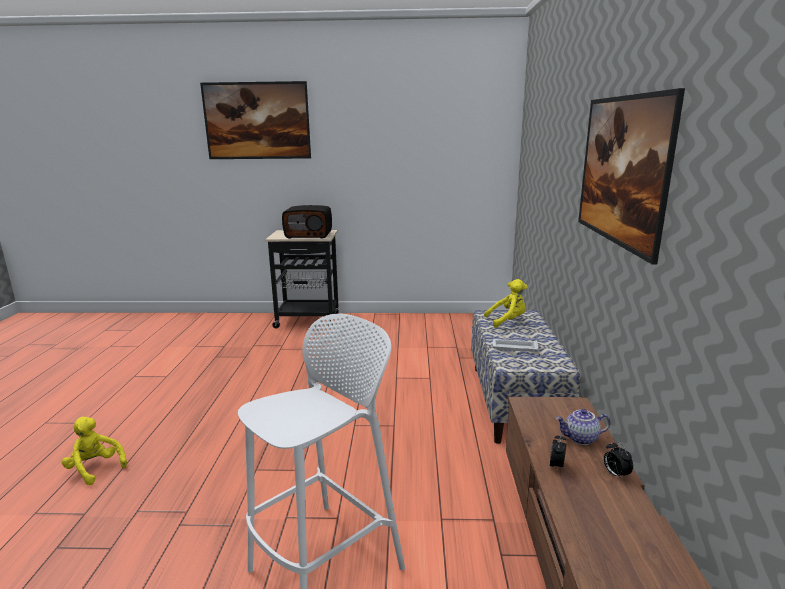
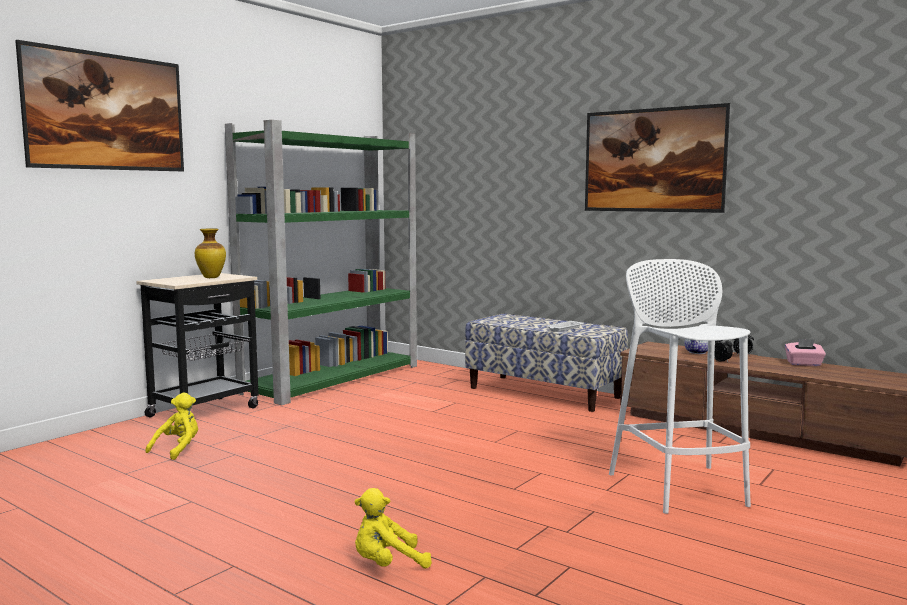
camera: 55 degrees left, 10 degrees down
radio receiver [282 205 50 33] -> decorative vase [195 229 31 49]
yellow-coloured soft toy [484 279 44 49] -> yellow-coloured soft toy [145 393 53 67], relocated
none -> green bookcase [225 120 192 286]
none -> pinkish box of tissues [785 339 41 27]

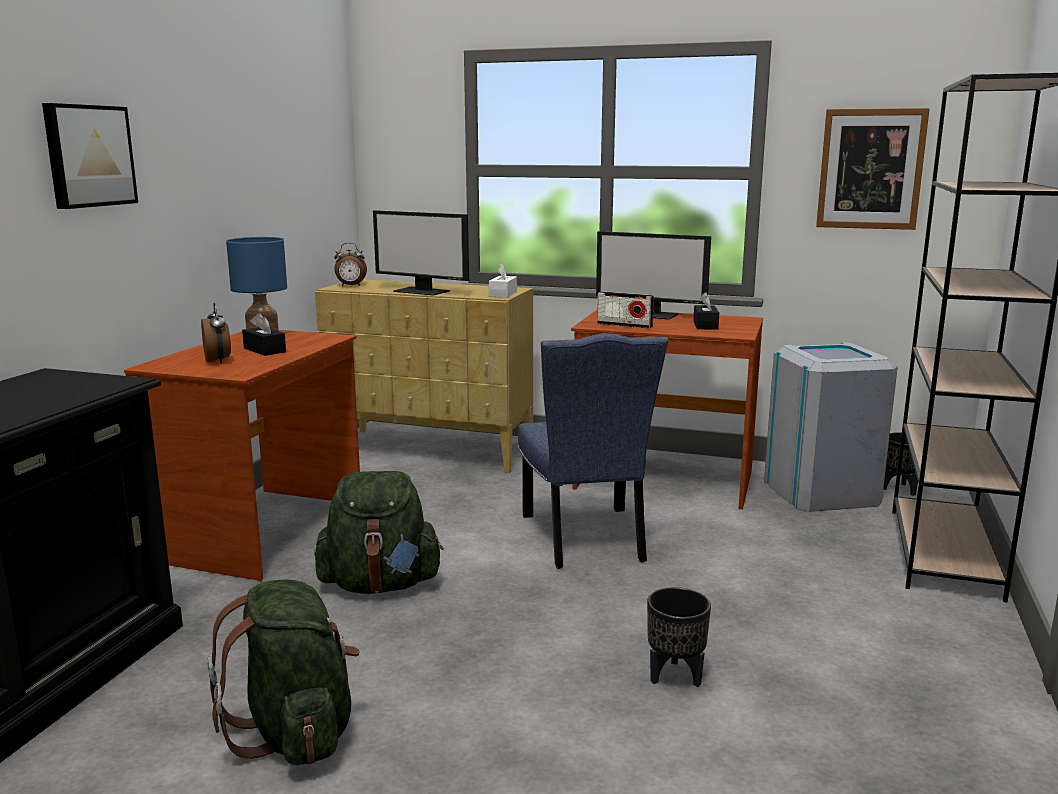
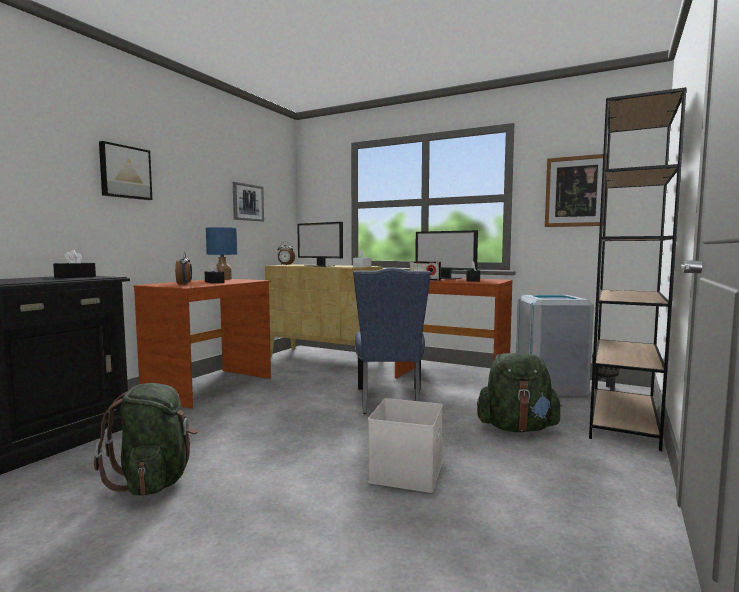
camera: 10 degrees right, 10 degrees down
green backpack [314 471 130 123] -> green backpack [477 353 85 79], relocated
black plant pot [647 587 64 100] -> whitish storage container [368 398 75 95]
none -> black box of tissues [53 250 43 28]
none -> wall art [233 182 31 40]

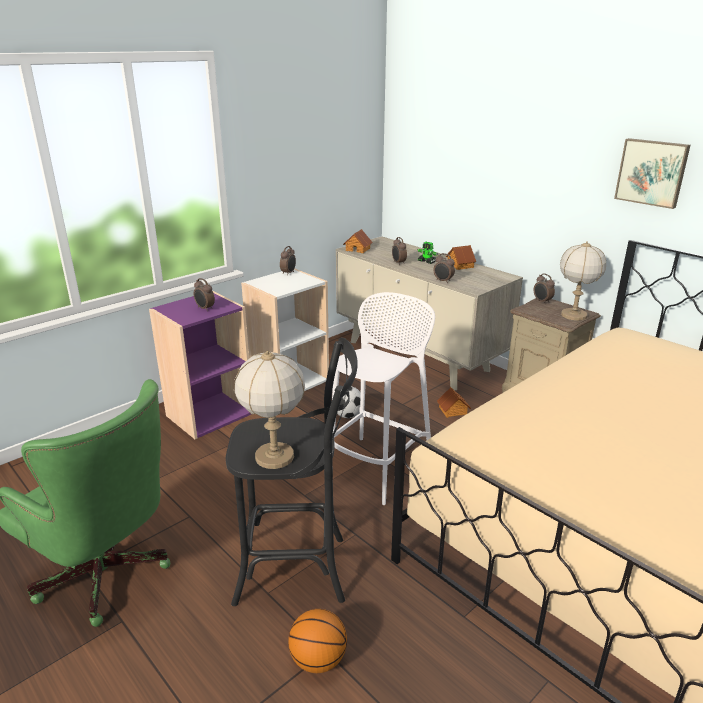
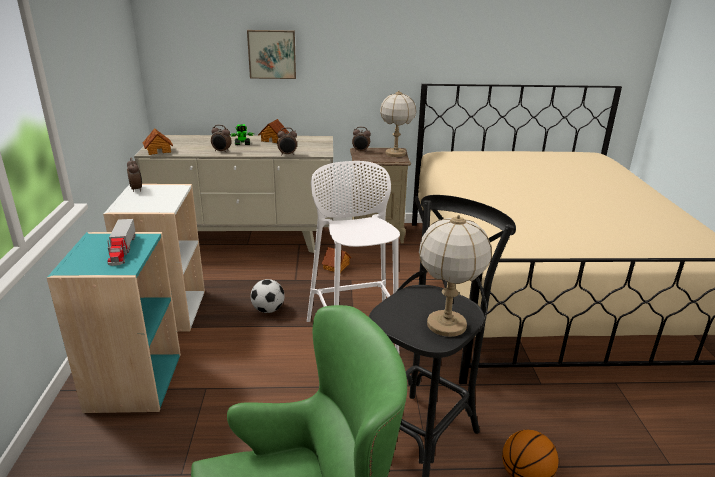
camera: 50 degrees left, 0 degrees up
purplish bookcase [149 291 102 148] -> turquoise-coloured bookcase [47 232 134 181]
alarm clock [194 278 21 33] -> toy truck [107 219 28 47]
wall art [614 138 77 71] -> wall art [247 30 49 49], relocated

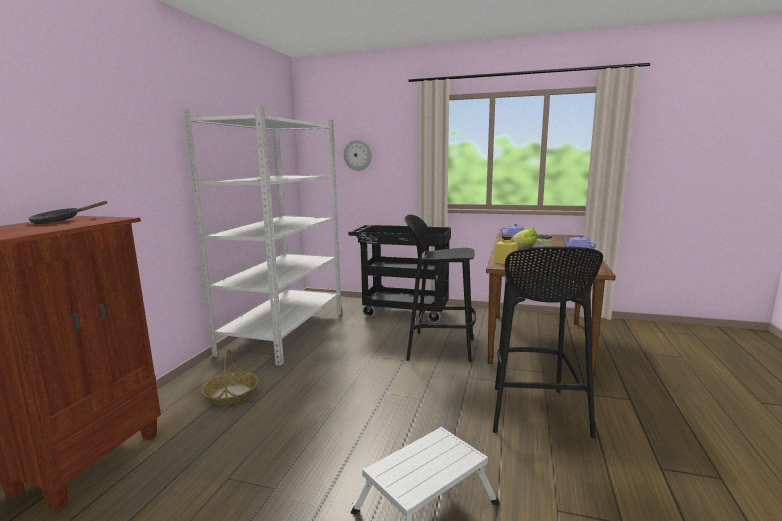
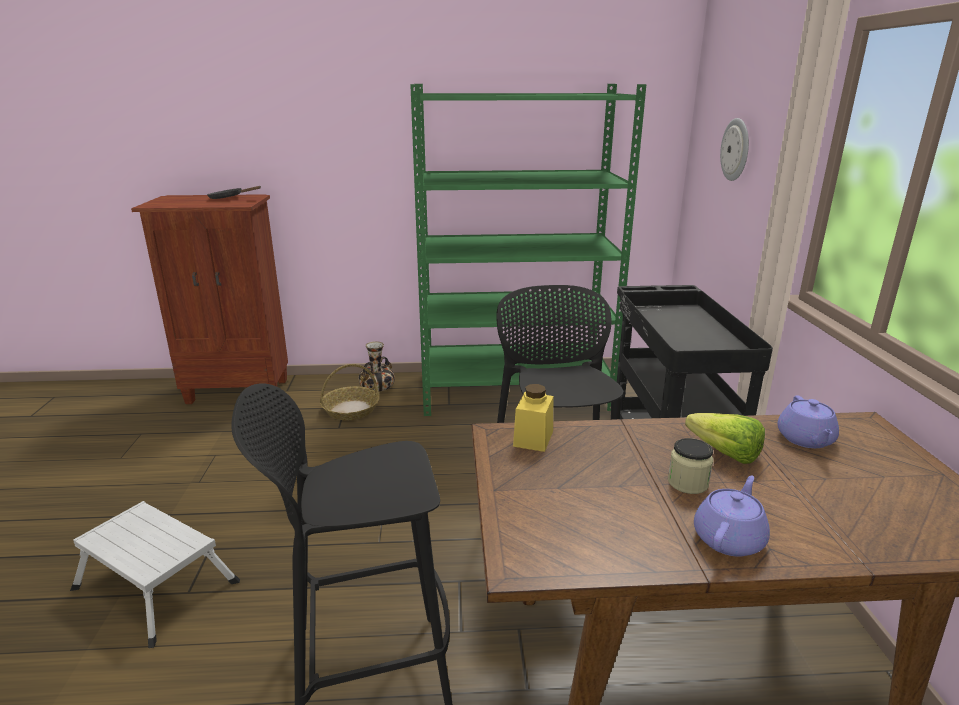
camera: 70 degrees right, 10 degrees up
whitish bookcase [183 106 159 260] -> green bookcase [410 84 237 332]
none -> decorative vase [359 341 36 50]

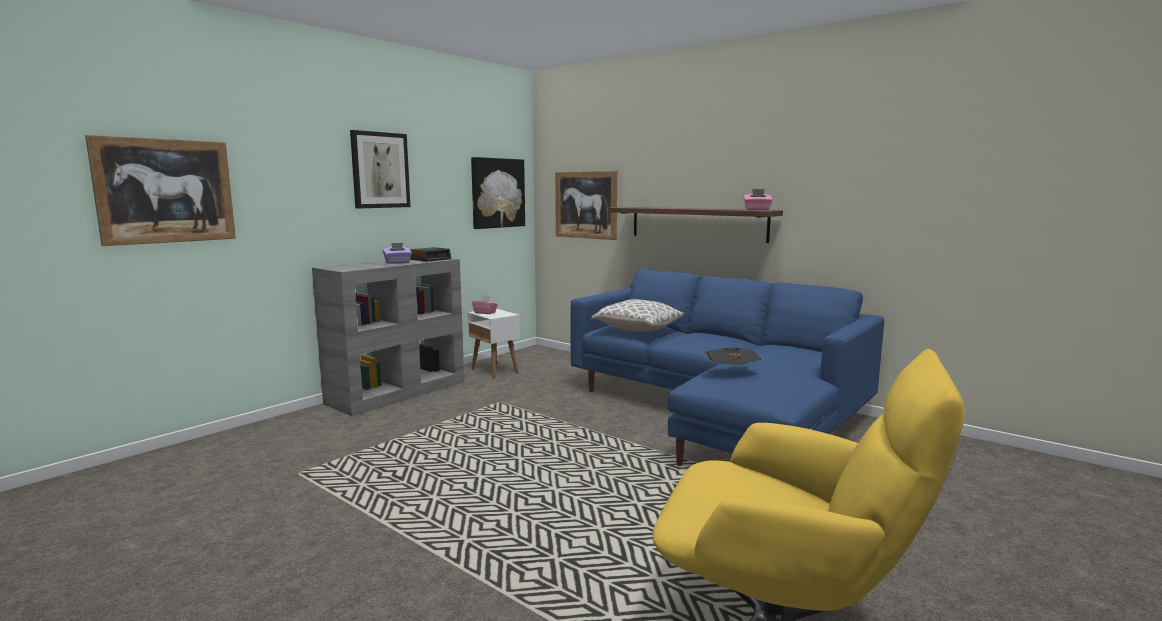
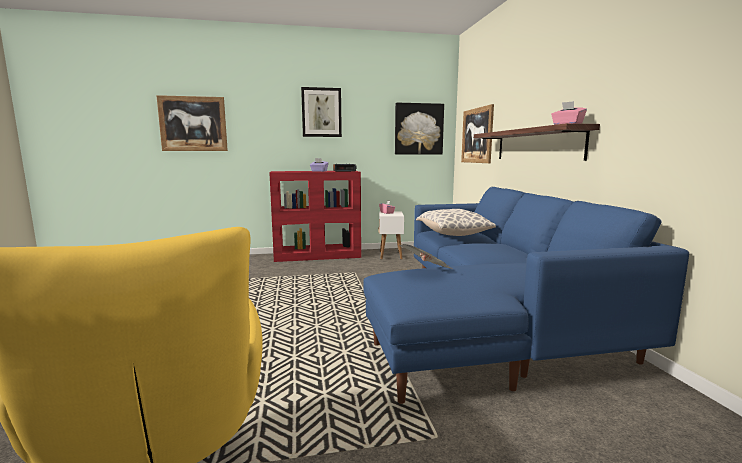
camera: 40 degrees right, 0 degrees up
grey bookcase [312 258 152 158] -> red-coloured bookcase [269 171 92 91]

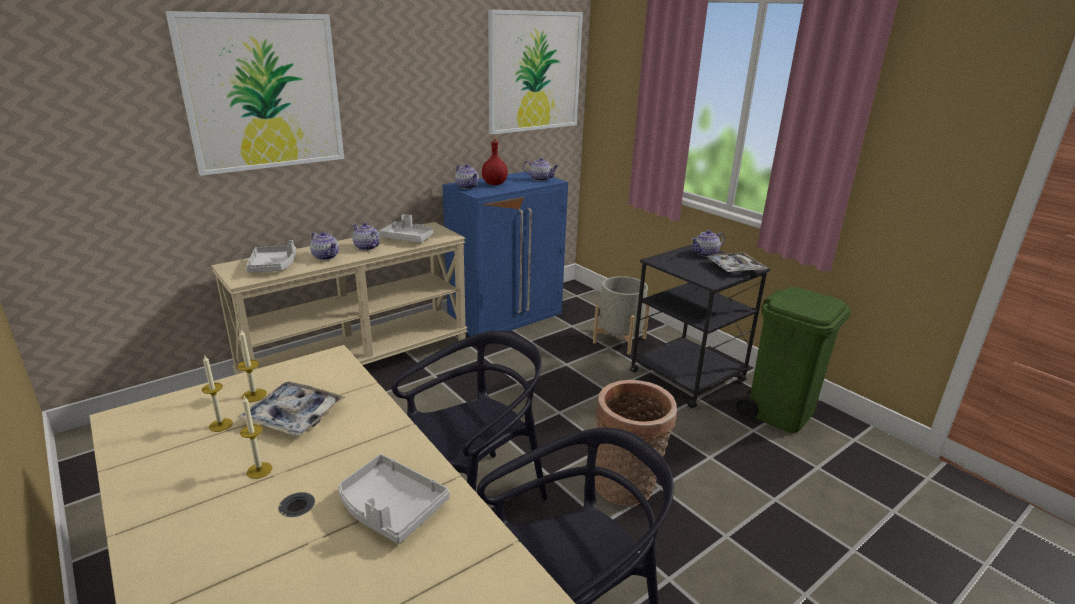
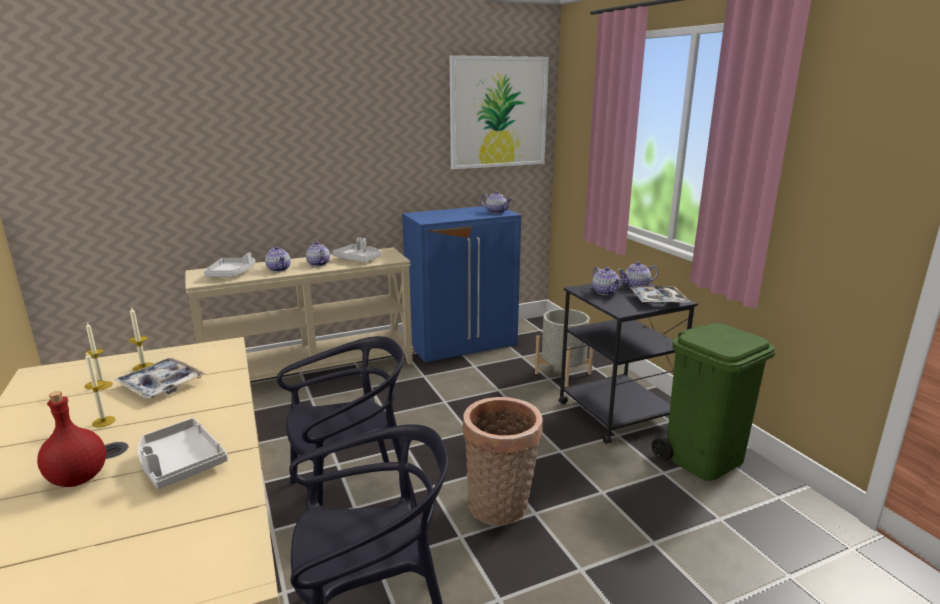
camera: 15 degrees right, 5 degrees down
wall art [165 11 179 165] -> none
pot for tea [455 164 24 25] -> pot for tea [592 267 29 28], relocated
red-coloured bottle [482 138 26 47] -> red-coloured bottle [37 391 69 96], relocated

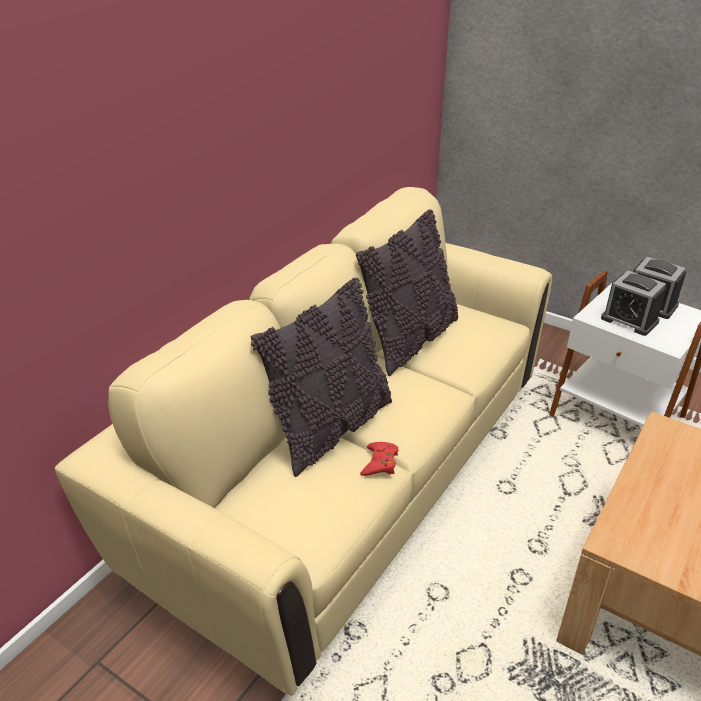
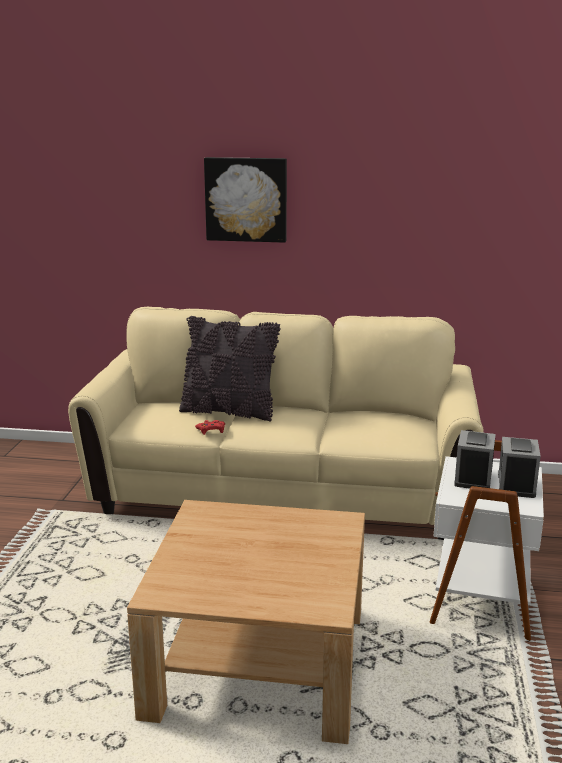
camera: 65 degrees right, 15 degrees down
black cushion [356 209 102 167] -> none
none -> wall art [204 157 83 86]

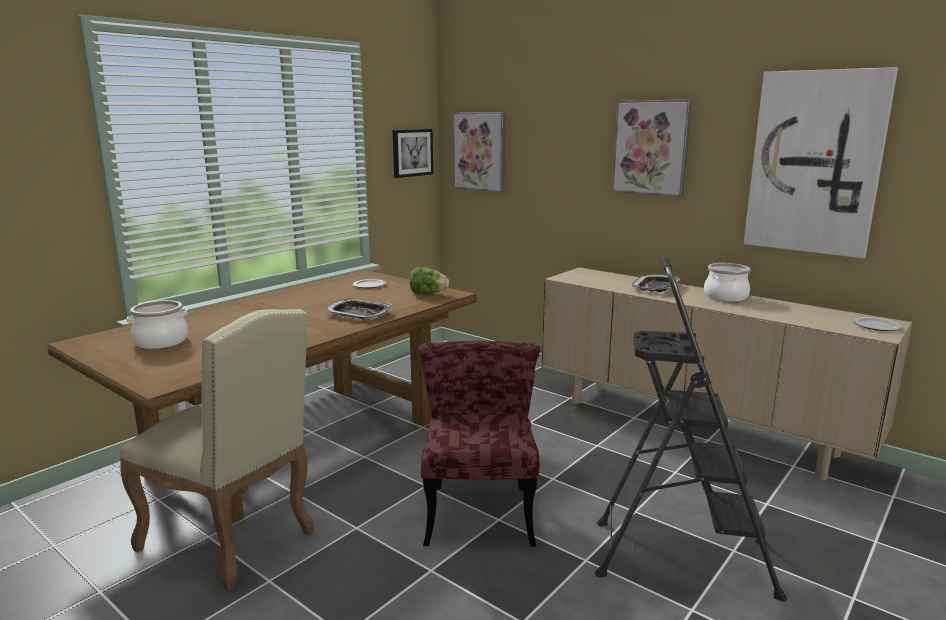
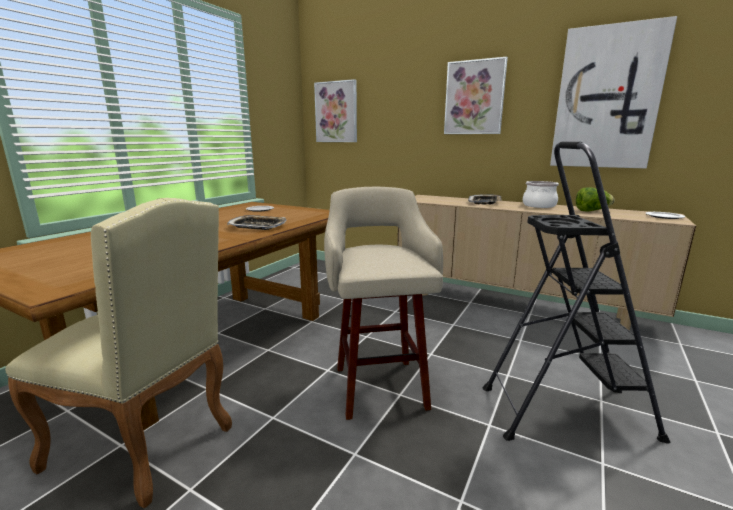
camera: 10 degrees left, 0 degrees up
cooking pot [127 300 61 49] -> none
wall art [393 129 40 49] -> none
head of lettuce [410 267 39 28] -> head of lettuce [576 187 38 24], relocated
red-coloured upright chair [418 341 122 206] -> sand-coloured sitting stool [324 187 119 233]

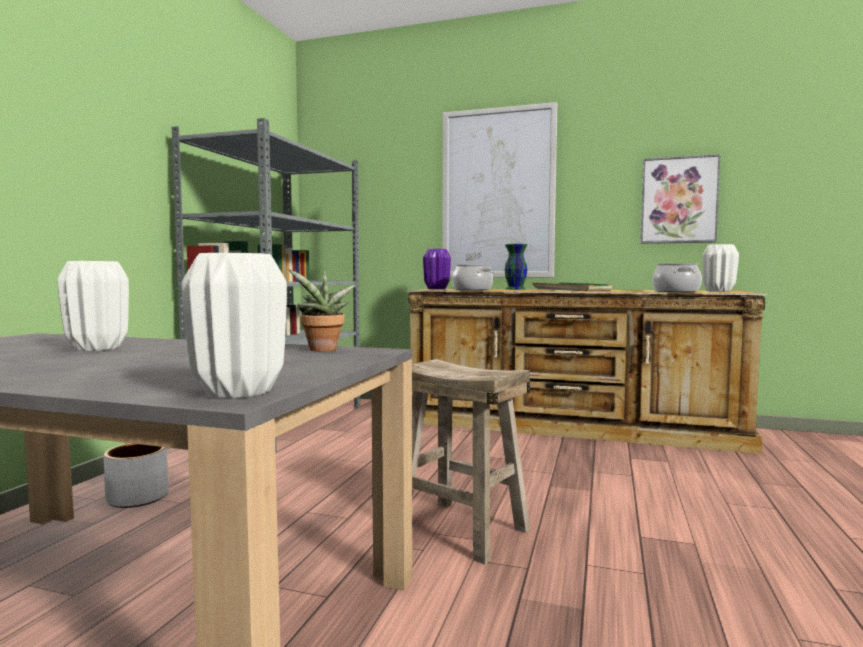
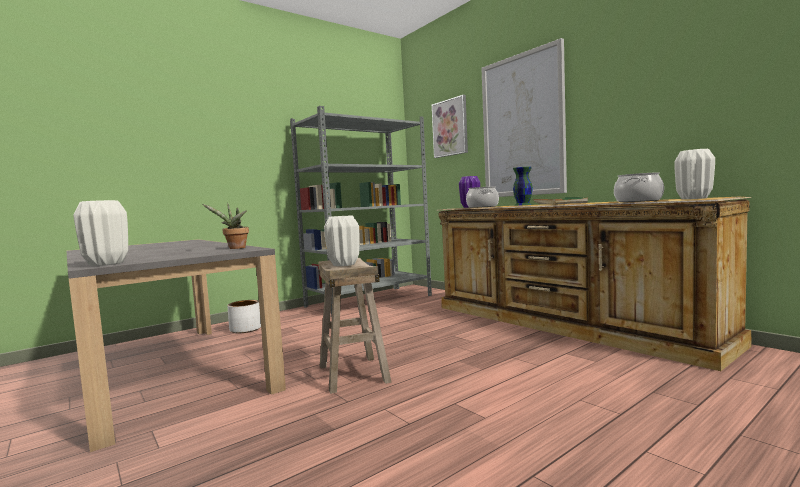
camera: 35 degrees right, 0 degrees up
whitish decorative vase [57 261 72 90] -> whitish decorative vase [324 215 35 51], relocated
wall art [640 154 81 90] -> wall art [432 95 36 63], relocated

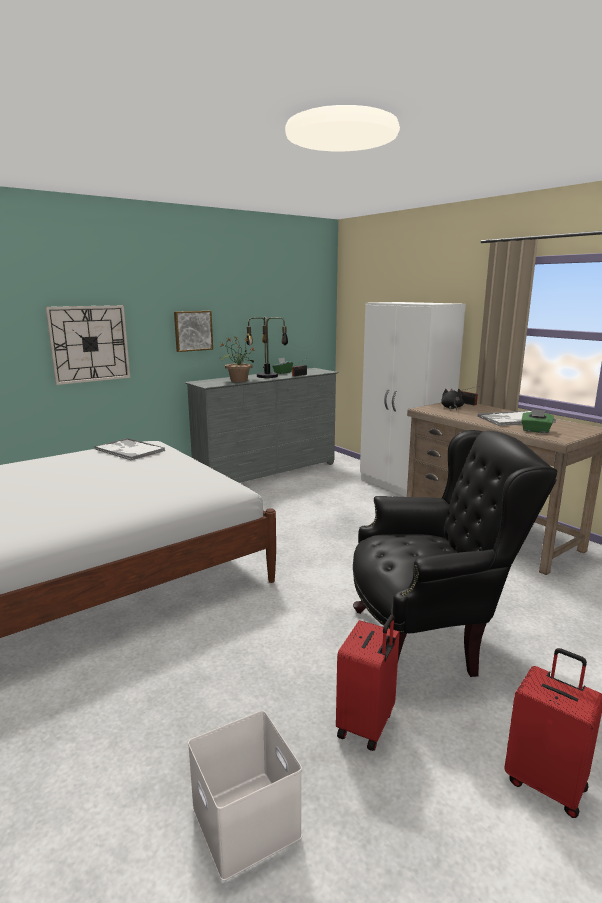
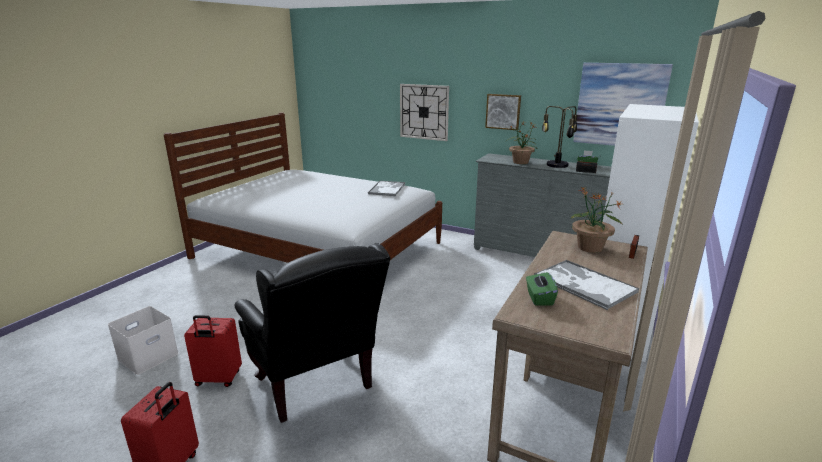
camera: 65 degrees right, 5 degrees up
black soft toy [441 389 23 21] -> plant in a pot [571 186 52 67]
none -> wall art [573 62 100 84]

